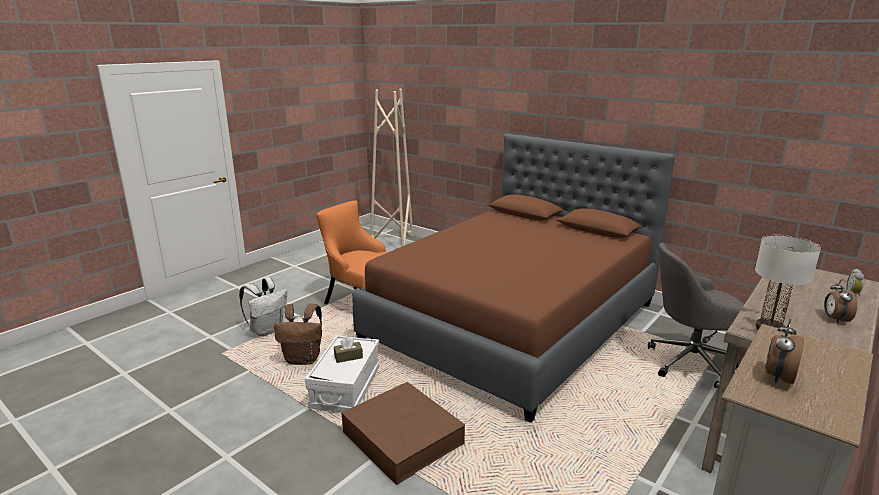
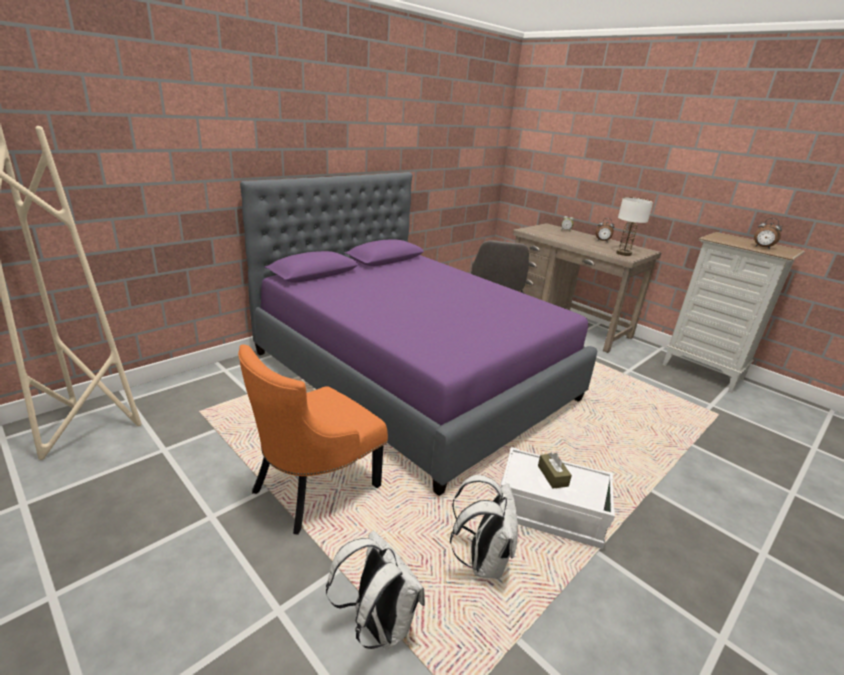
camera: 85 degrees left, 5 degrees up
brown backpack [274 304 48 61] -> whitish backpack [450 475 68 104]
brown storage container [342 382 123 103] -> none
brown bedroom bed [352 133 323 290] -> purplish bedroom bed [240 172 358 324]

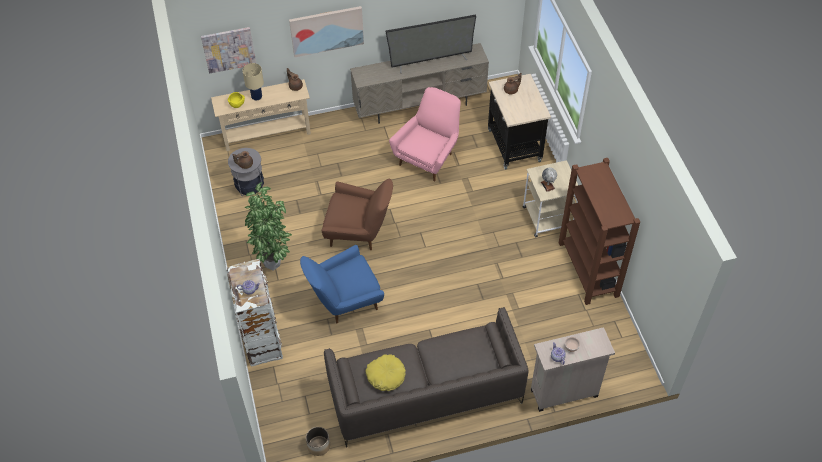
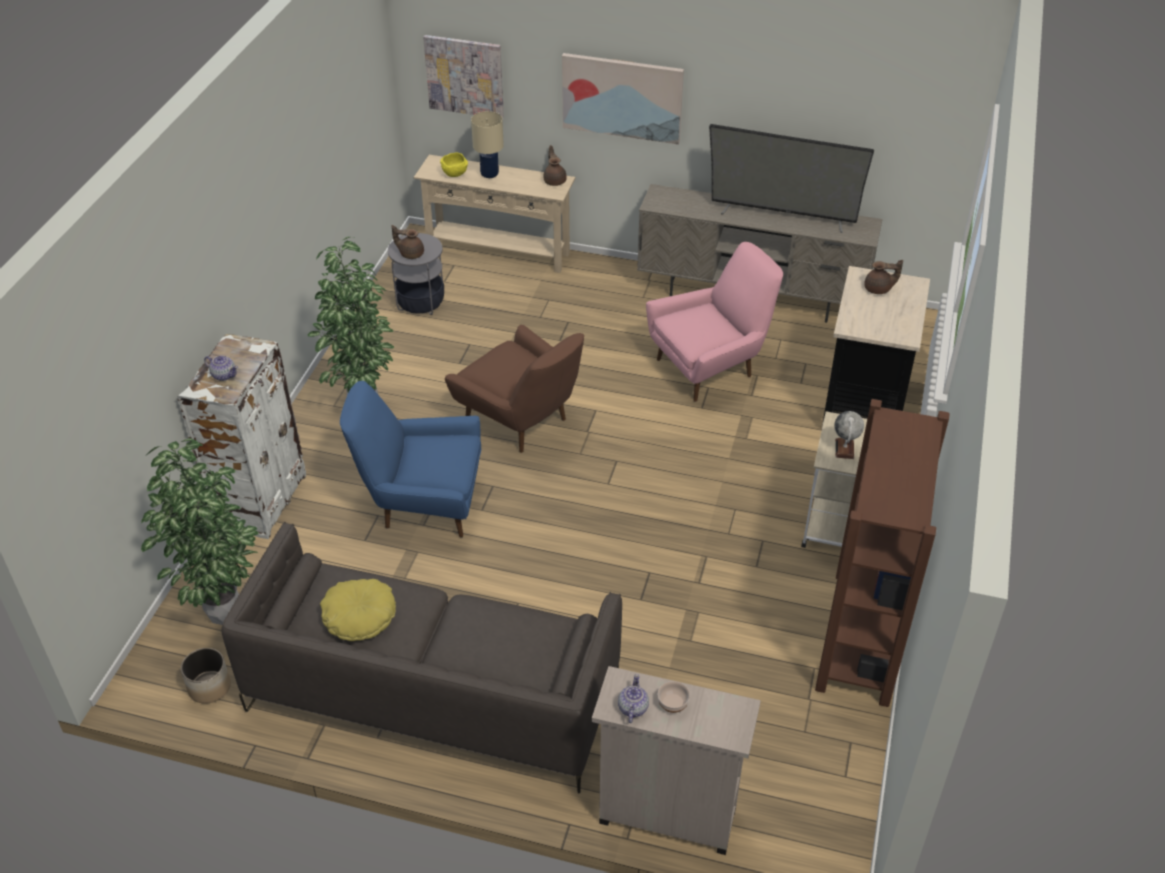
camera: 30 degrees right, 10 degrees down
none -> plant in a pot [141 438 118 187]

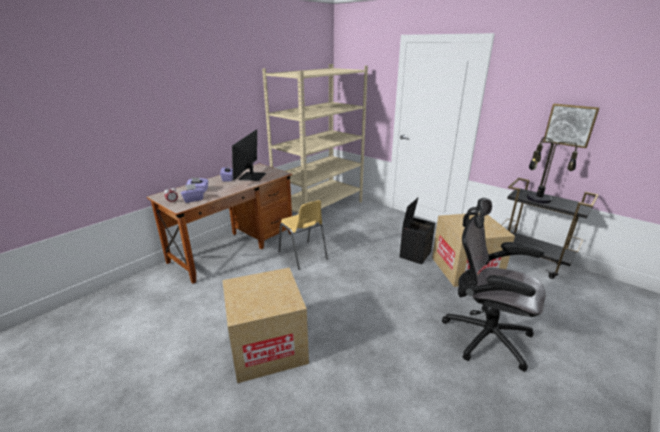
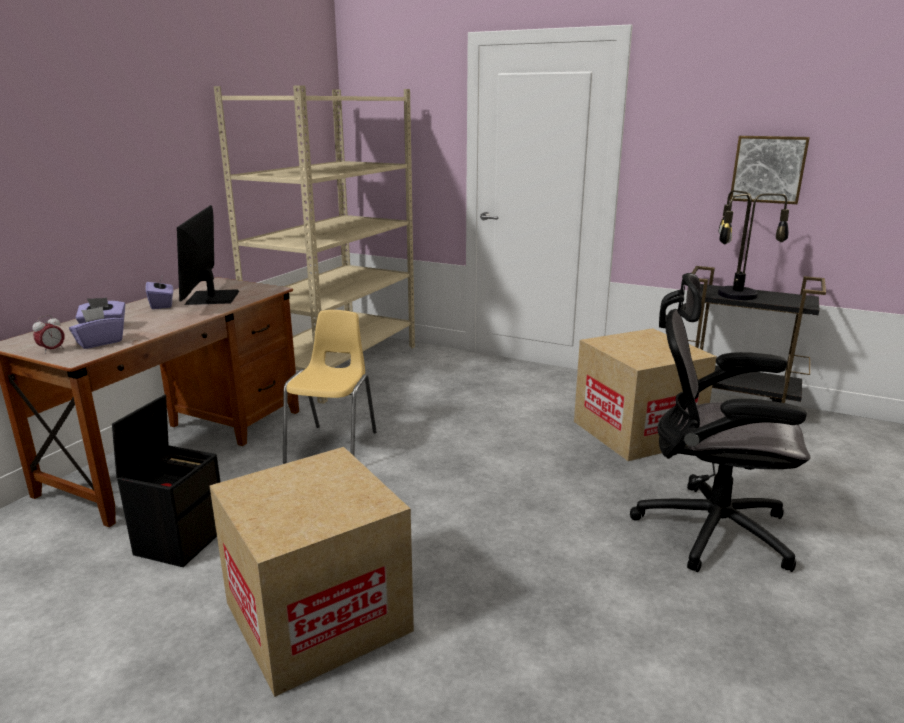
camera: 15 degrees left, 5 degrees down
yellow-coloured upright chair [279 200 49 70] -> yellow-coloured upright chair [283 310 94 154], 120 degrees counterclockwise
black storage container [400 198 35 66] -> black storage container [112 394 108 173], relocated

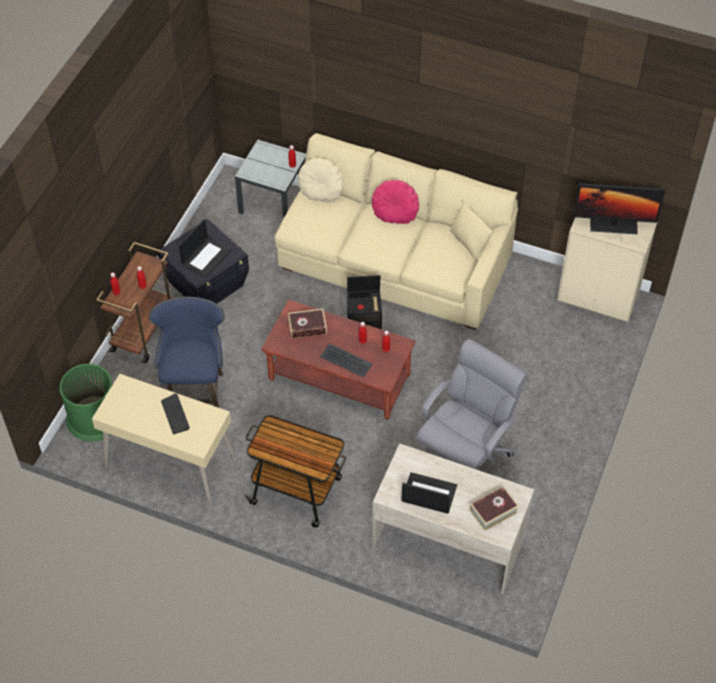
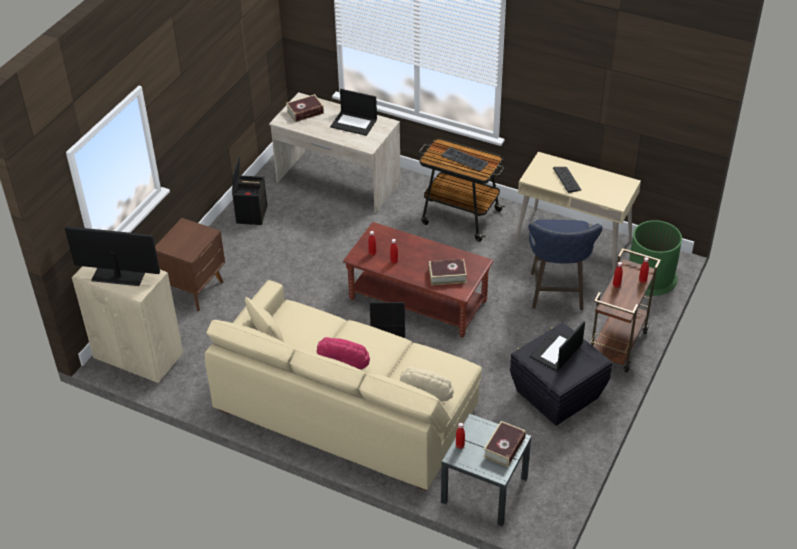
camera: 175 degrees left, 10 degrees down
PC keyboard [320 343 52 35] -> PC keyboard [441 147 48 24], relocated
grey computer chair [417 339 110 131] -> none
none -> brown night table [155 218 70 93]
none -> black storage container [232 156 35 69]
none -> bound book [483 421 43 46]

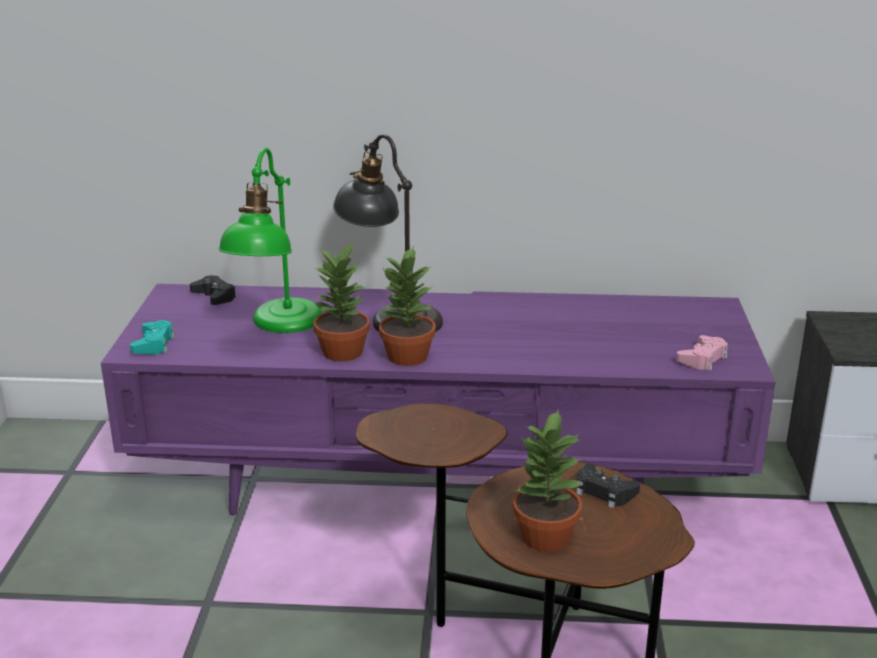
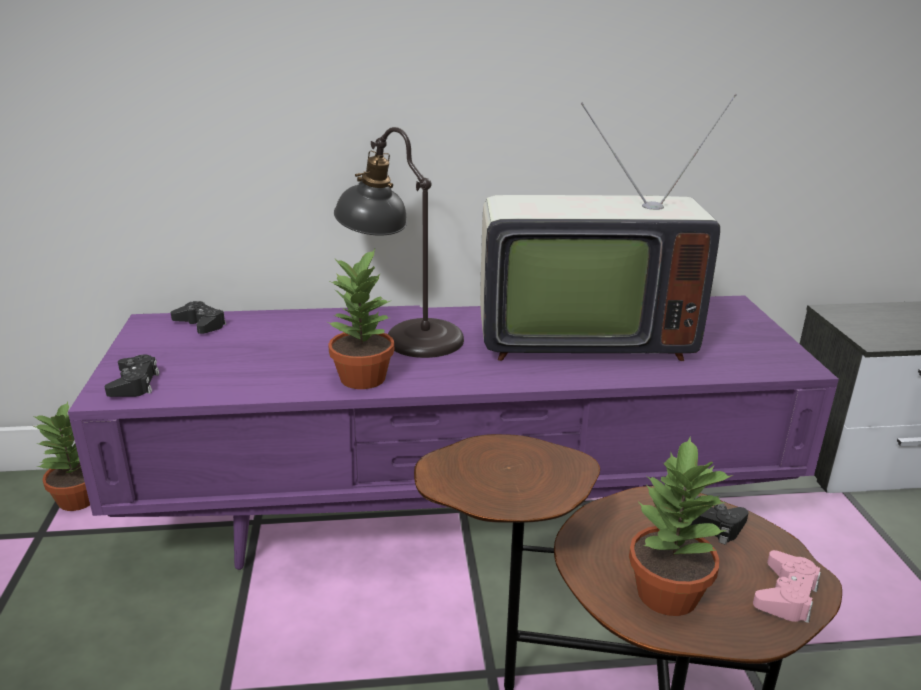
camera: 10 degrees left, 0 degrees up
turquoise-coloured game controller [130 320 45 35] -> black game controller [104 354 56 43]
green tabletop lamp [218 148 105 185] -> none
plant in a pot [379 246 57 120] -> plant in a pot [32 401 58 110], relocated
pinkish game controller [676 335 52 36] -> pinkish game controller [753 550 68 73], relocated
none -> TV [480 94 257 267]

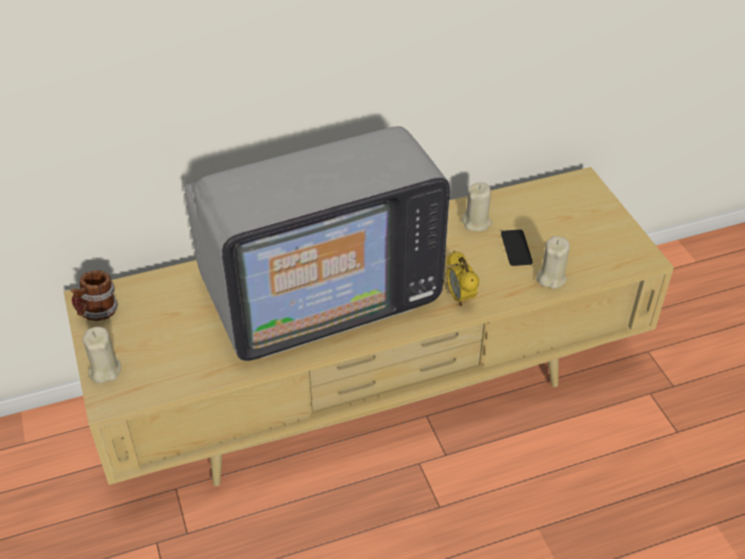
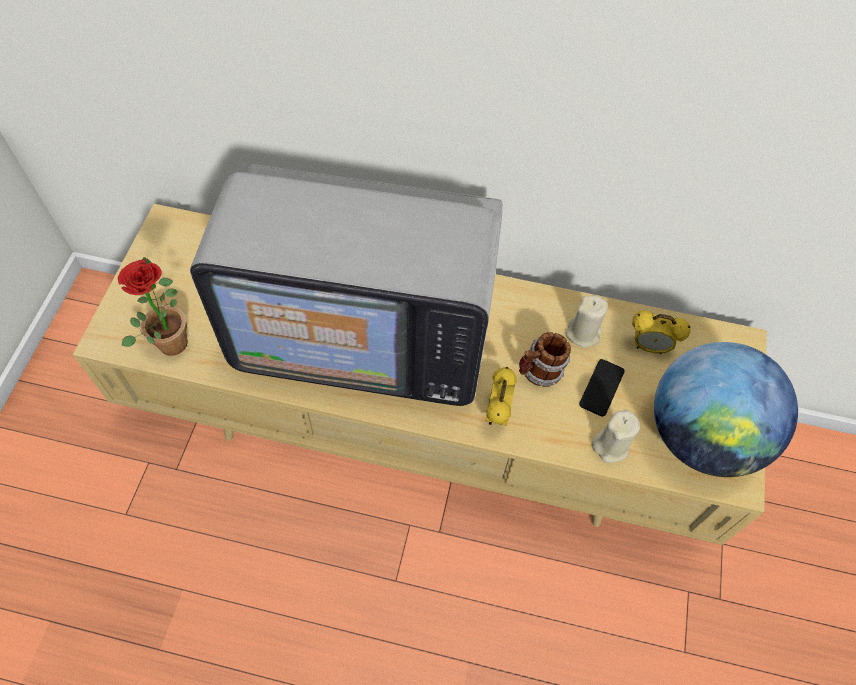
camera: 30 degrees right, 15 degrees up
tea mug [71 270 47 51] -> tea mug [519 332 52 55], relocated
sand-coloured candle [83 327 38 56] -> none
none -> plant in a pot [118 257 70 99]
none -> alarm clock [632 310 59 44]
none -> desk globe [654 342 144 135]

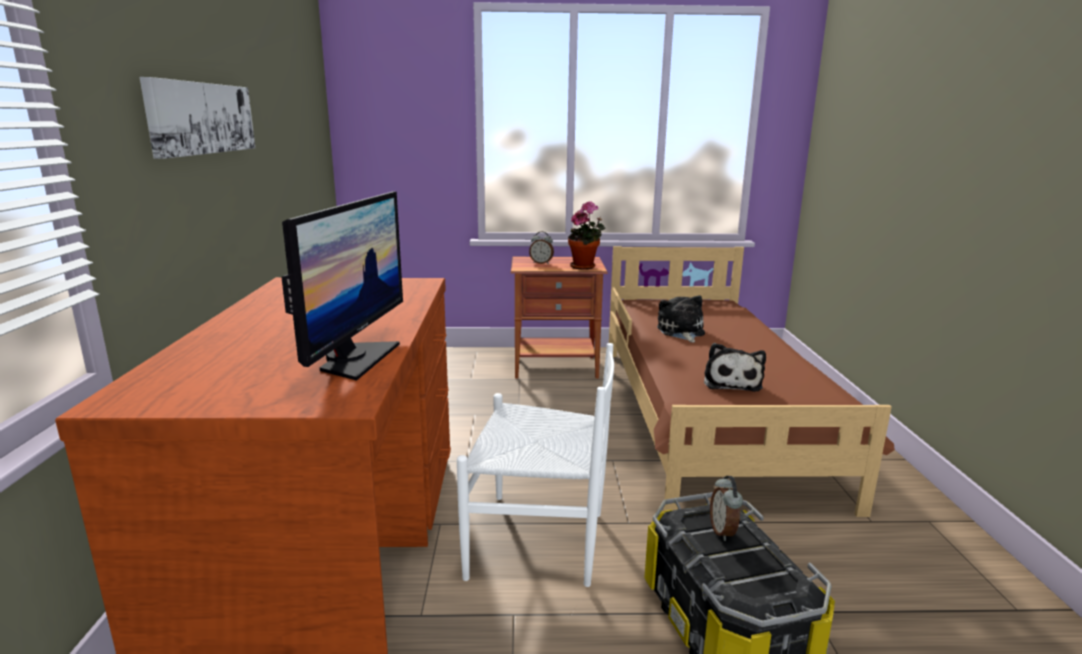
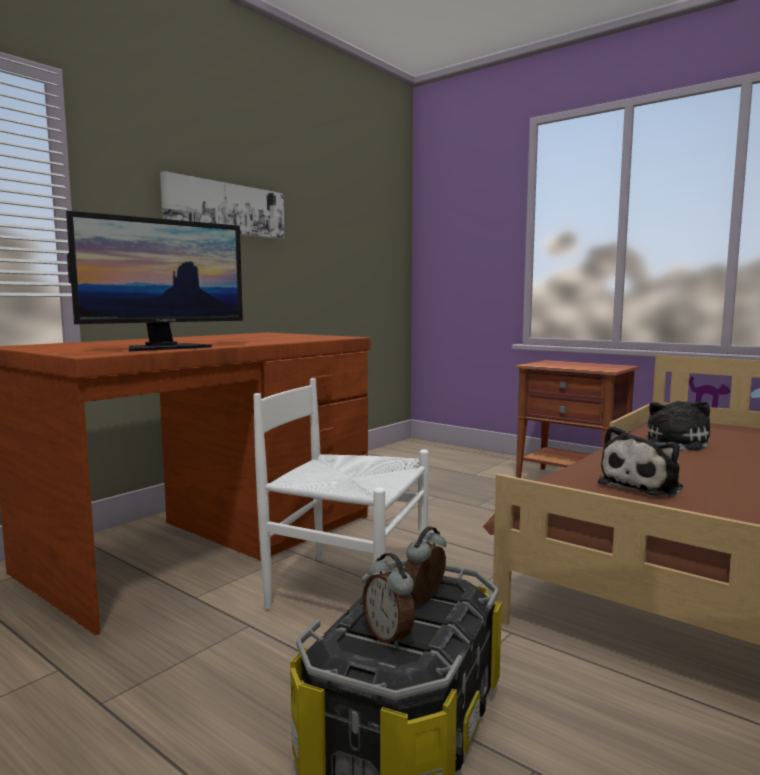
camera: 40 degrees right, 10 degrees down
whitish upright chair [457 343 157 244] -> whitish upright chair [253 378 176 231], 150 degrees clockwise
alarm clock [529 231 25 33] -> alarm clock [363 553 52 95], relocated
plant in a pot [568 201 37 69] -> none

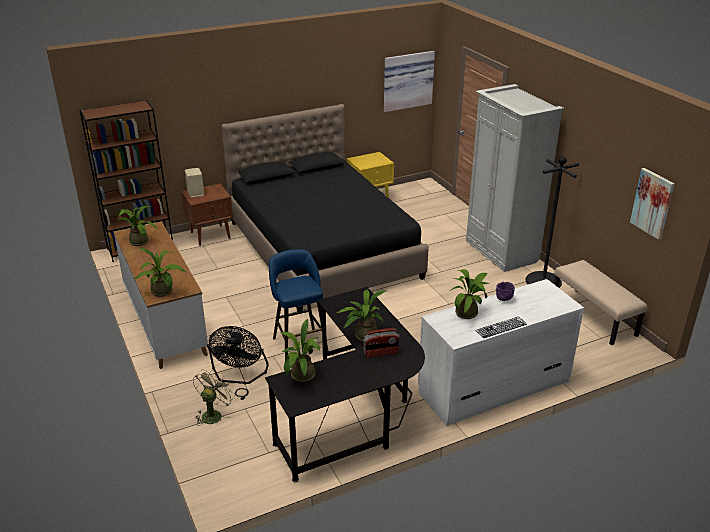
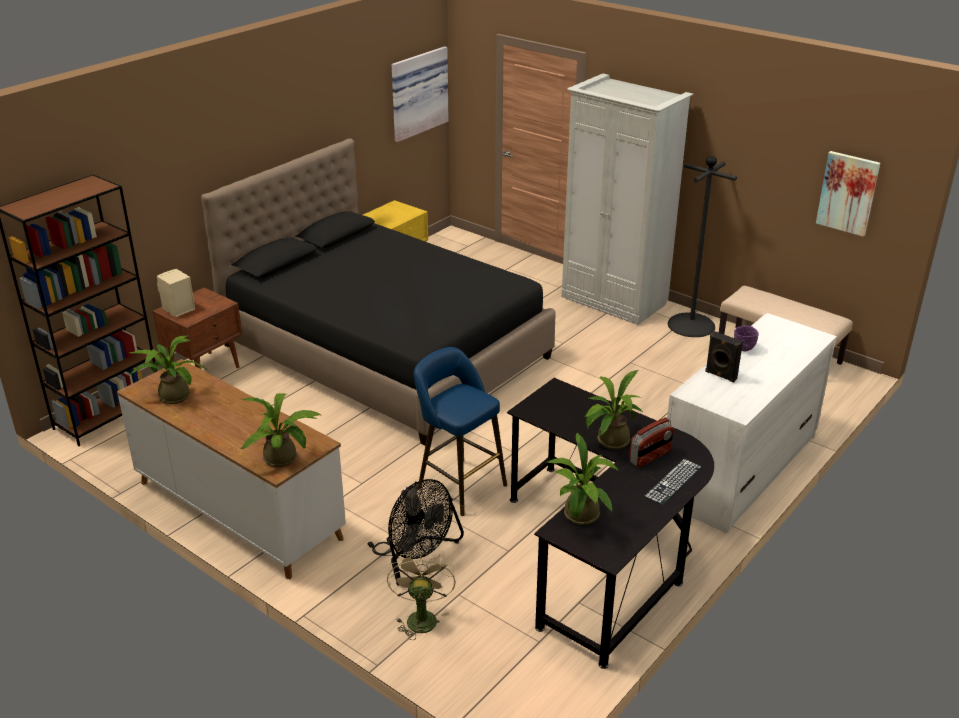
camera: 25 degrees left, 0 degrees up
black cooling fan [207 326 62 74] -> black cooling fan [368 479 96 107], 150 degrees clockwise
plant in a pot [450 269 39 50] -> black audio speaker [705 331 38 52]
PC keyboard [475 316 52 22] -> PC keyboard [644 459 58 46], relocated

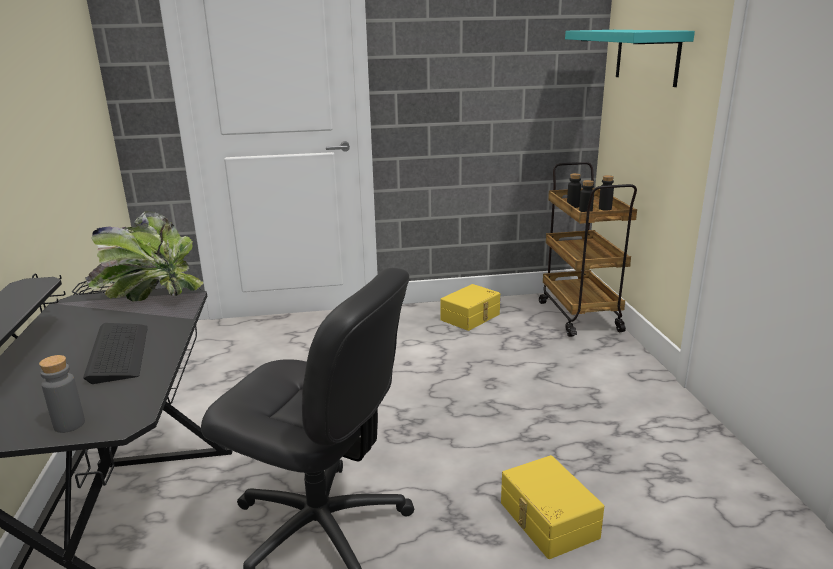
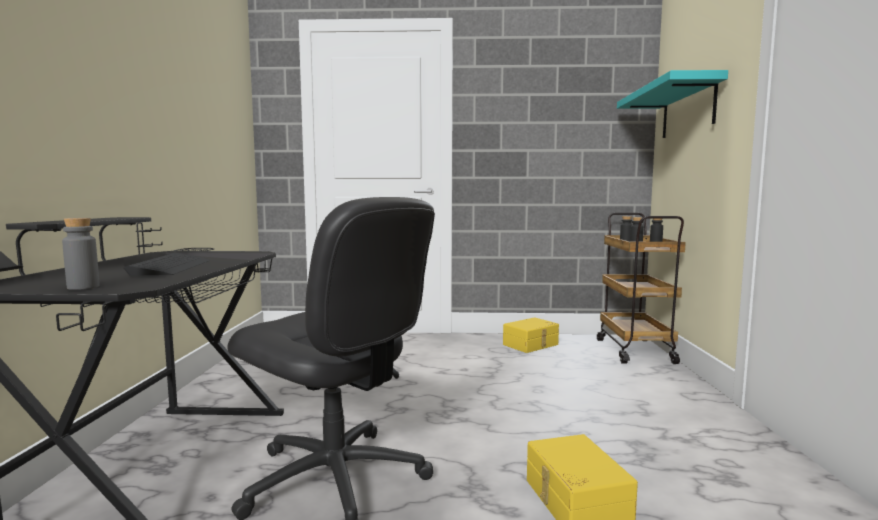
camera: 10 degrees right, 15 degrees down
plant in a pot [85 211 119 91] -> none

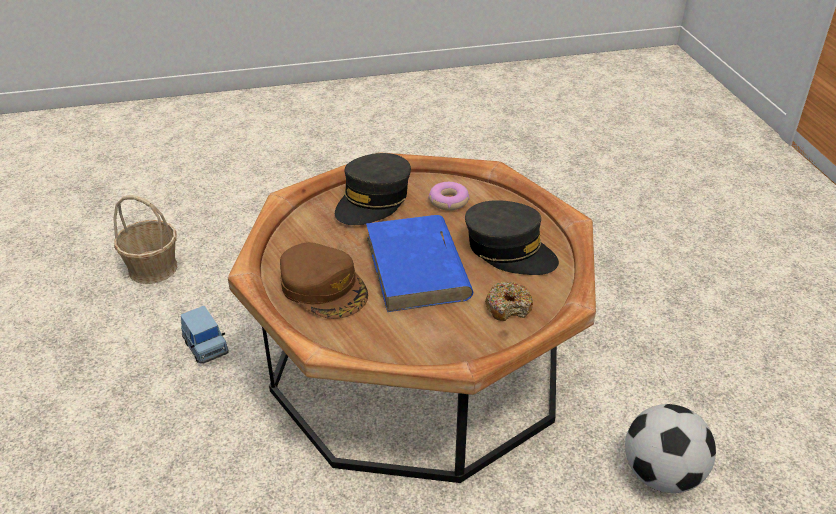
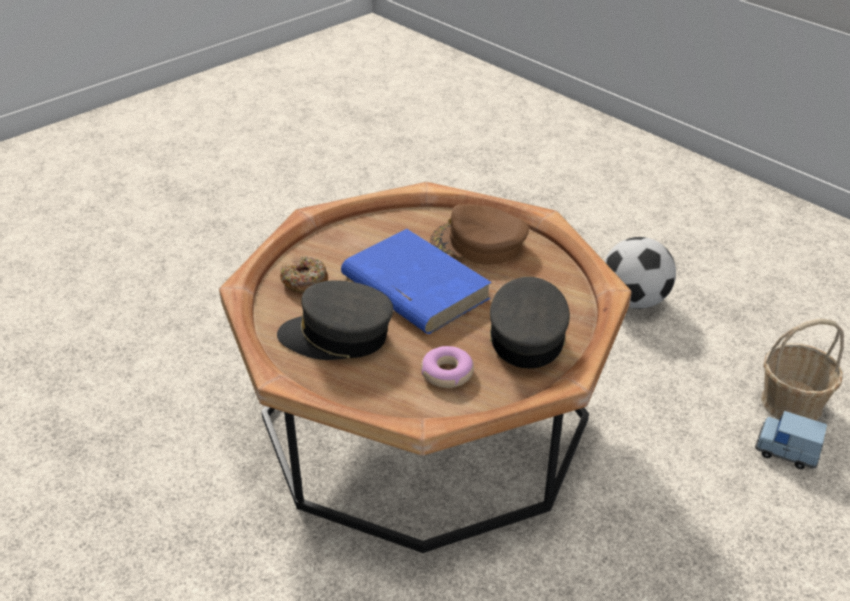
camera: 150 degrees right, 0 degrees up
blue miniature car [181 306 48 58] -> blue miniature car [755 411 72 58], relocated
football ball [625 404 91 89] -> football ball [604 237 72 72], relocated

